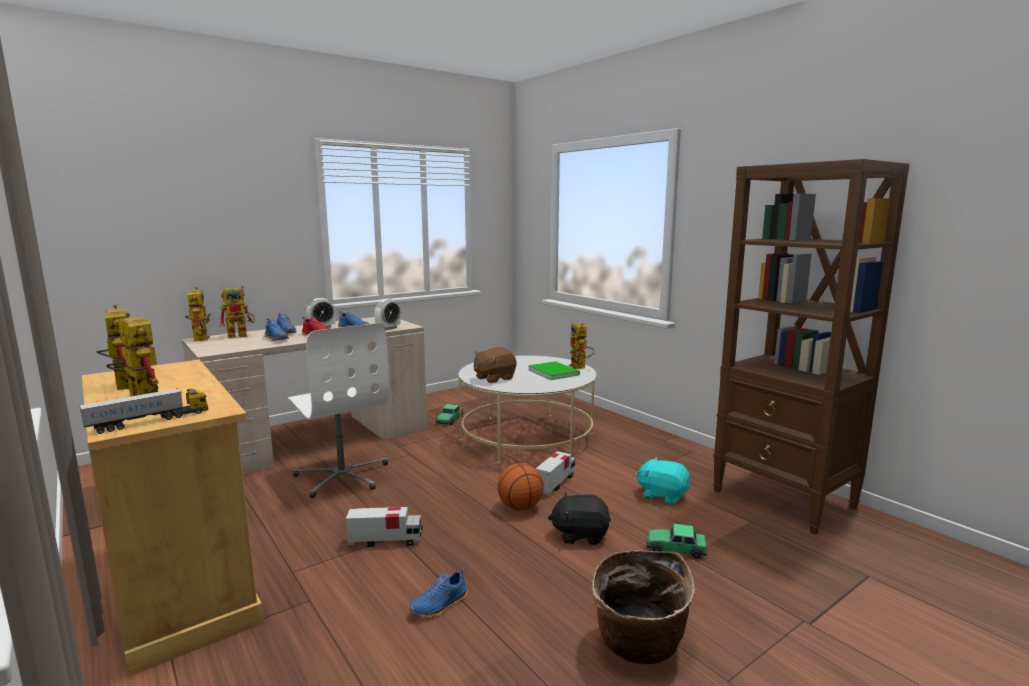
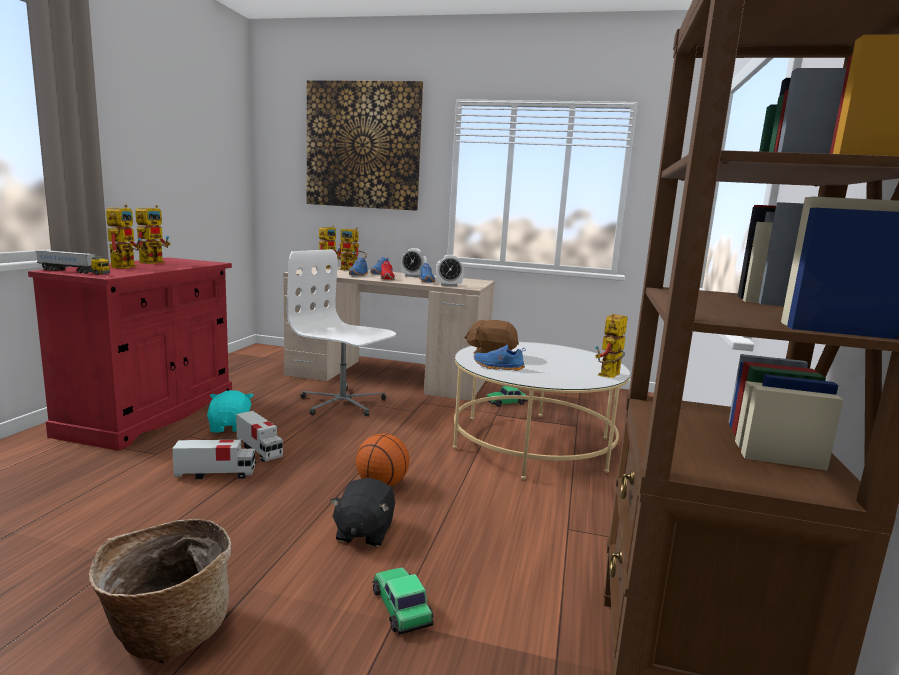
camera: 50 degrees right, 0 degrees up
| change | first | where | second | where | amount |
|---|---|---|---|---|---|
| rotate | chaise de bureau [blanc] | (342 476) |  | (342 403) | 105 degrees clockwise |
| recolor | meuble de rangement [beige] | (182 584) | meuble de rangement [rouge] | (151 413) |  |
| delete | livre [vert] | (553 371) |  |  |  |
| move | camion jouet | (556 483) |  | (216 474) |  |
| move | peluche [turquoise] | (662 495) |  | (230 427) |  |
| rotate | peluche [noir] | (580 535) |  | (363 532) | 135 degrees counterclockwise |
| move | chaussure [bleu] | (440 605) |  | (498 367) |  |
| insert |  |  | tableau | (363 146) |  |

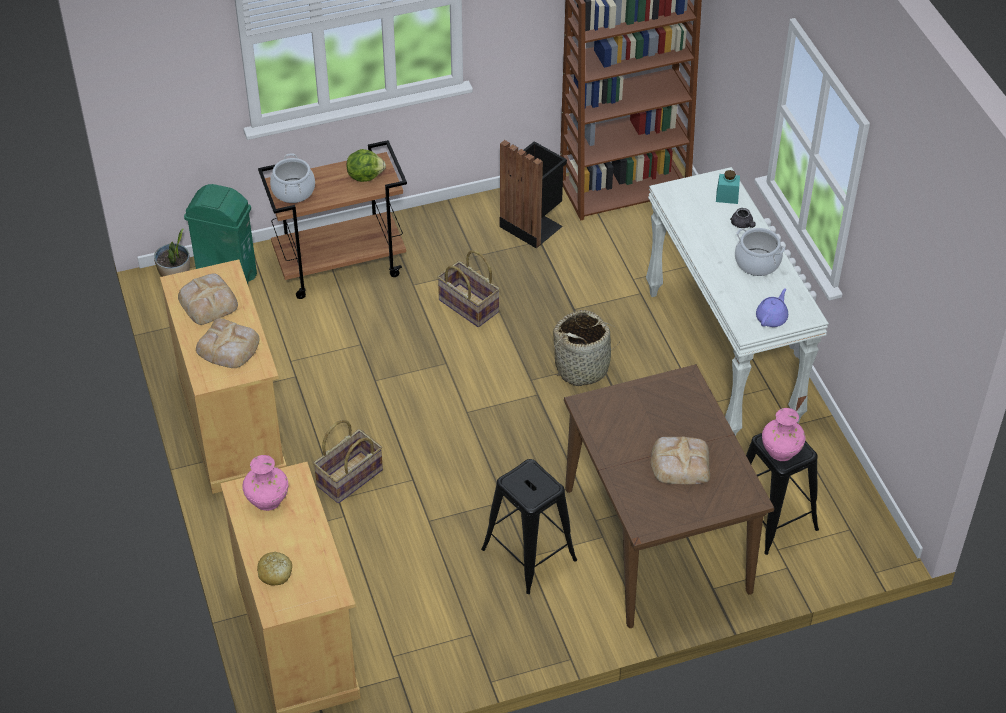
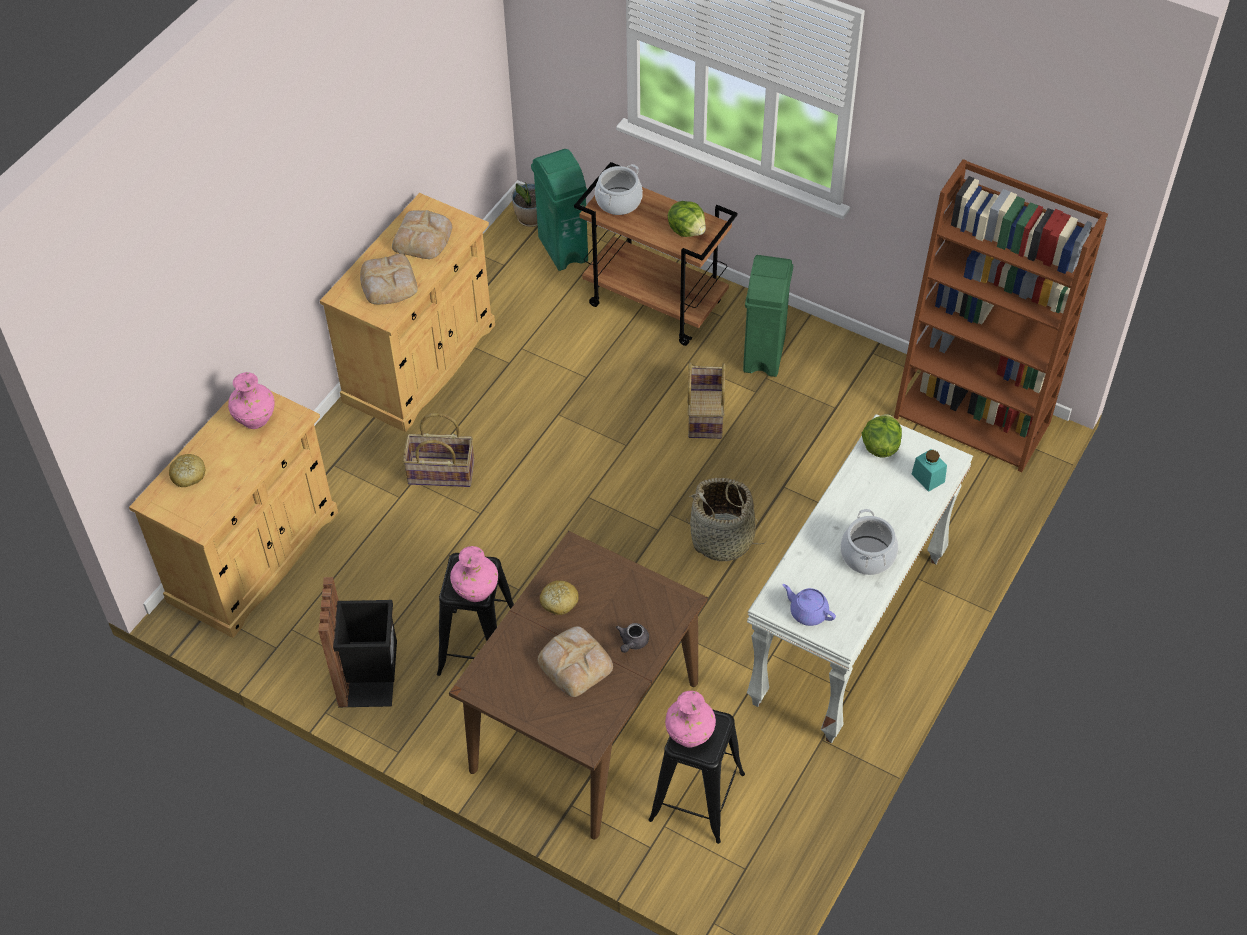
camera: 50 degrees right, 5 degrees up
| change | first | where | second | where | amount |
|---|---|---|---|---|---|
| move | poubelle [noir] | (532 224) |  | (370 679) |  |
| move | théière [gris] | (742 225) |  | (632 642) |  |
| rotate | théière [violet] | (771 318) |  | (808 612) | 135 degrees counterclockwise |
| insert |  |  | poubelle [vert] | (764 354) |  |
| insert |  |  | laitue | (880 446) |  |
| insert |  |  | vase [rose] | (475 591) |  |
| insert |  |  | pain | (559 602) |  |

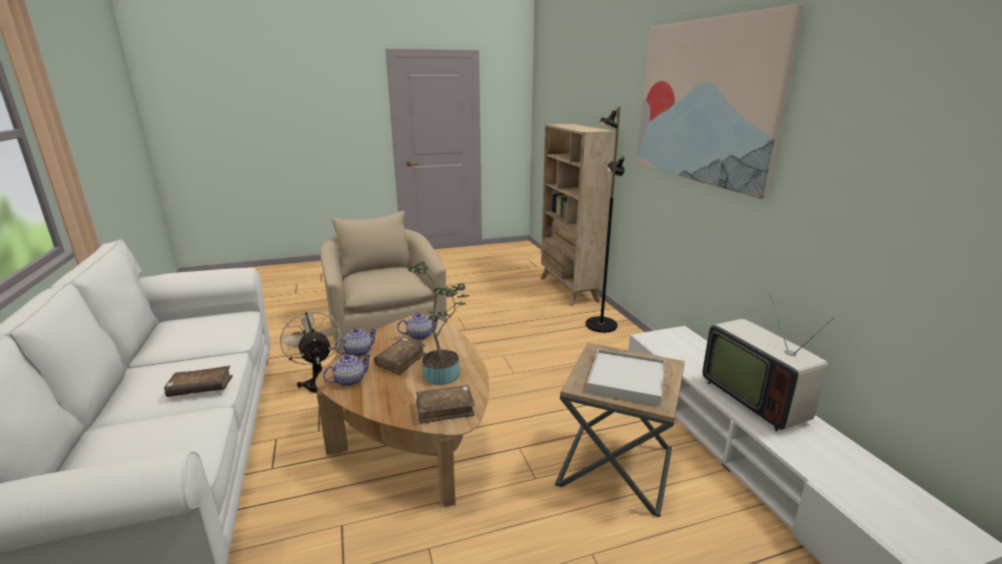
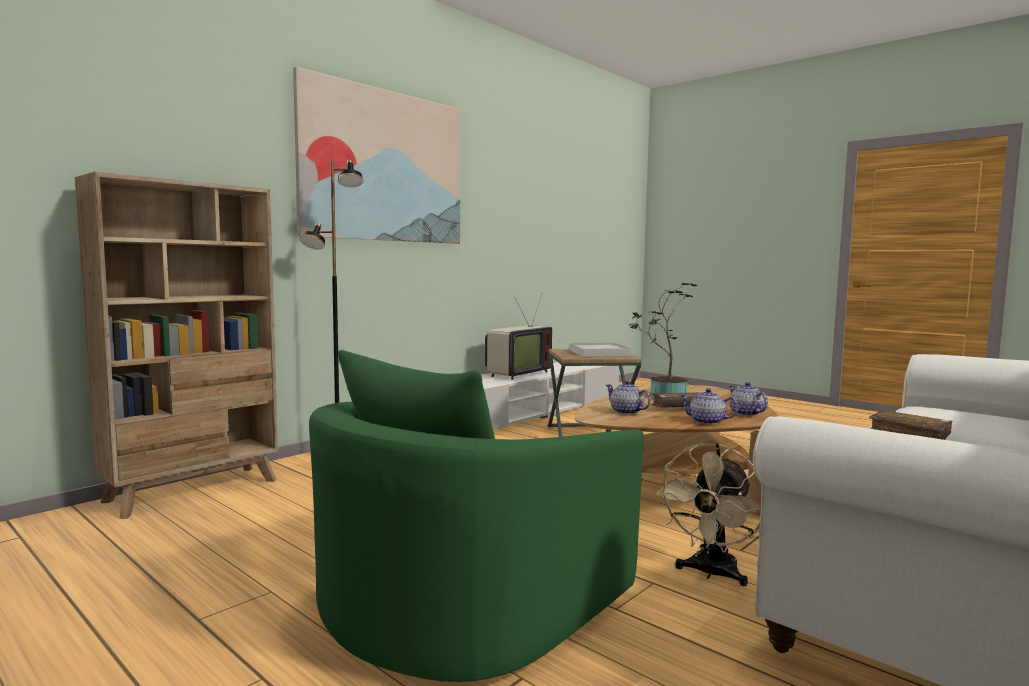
camera: 120 degrees left, 15 degrees down
| change | first | where | second | where | amount |
|---|---|---|---|---|---|
| recolor | fauteuil [beige] | (385 323) | fauteuil [vert] | (466 600) |  |
| rotate | théière | (349 380) |  | (746 413) | 45 degrees clockwise |
| delete | livre [marron] | (445 409) |  |  |  |

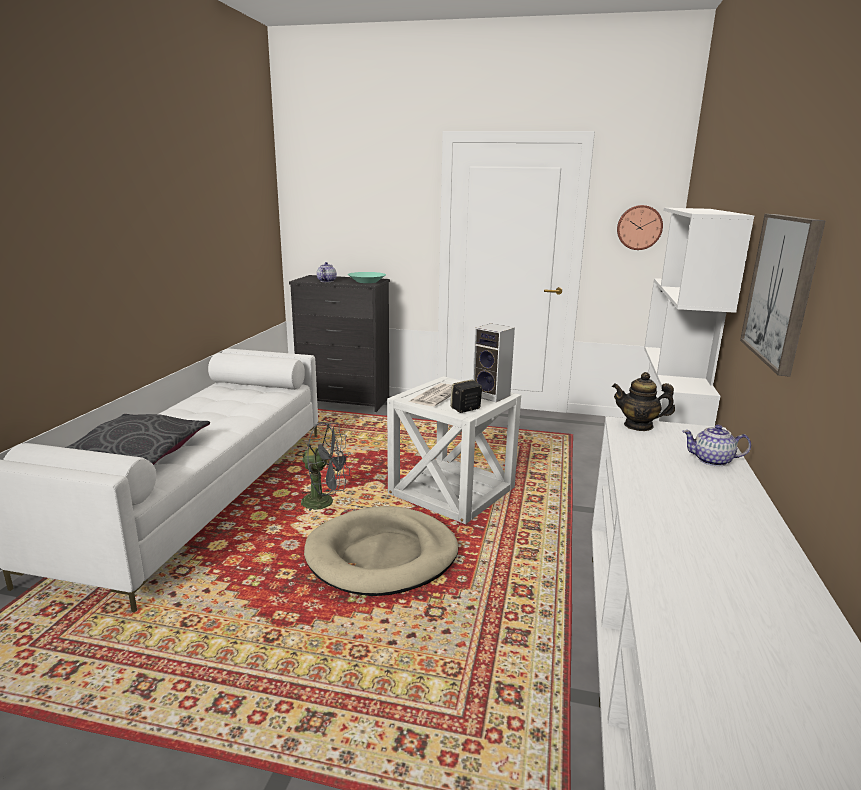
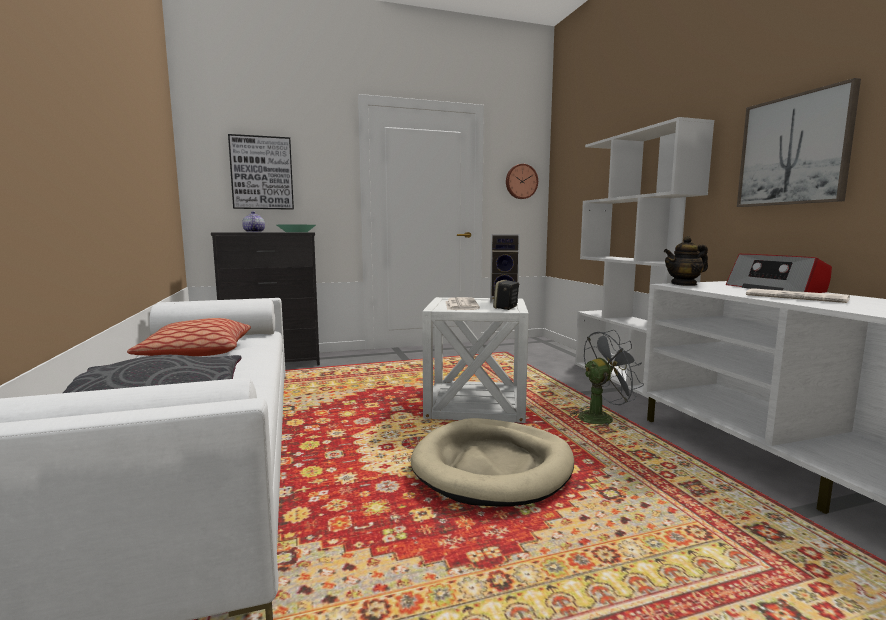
camera: 30 degrees left, 10 degrees down
| change | first | where | second | where | amount |
|---|---|---|---|---|---|
| move | ventilateur [gris] | (325 502) |  | (601 417) |  |
| replace | théière | (712 461) | radio | (775 289) |  |
| insert |  |  | tableau | (262 173) |  |
| insert |  |  | journal | (797 297) |  |
| insert |  |  | coussin | (196 353) |  |

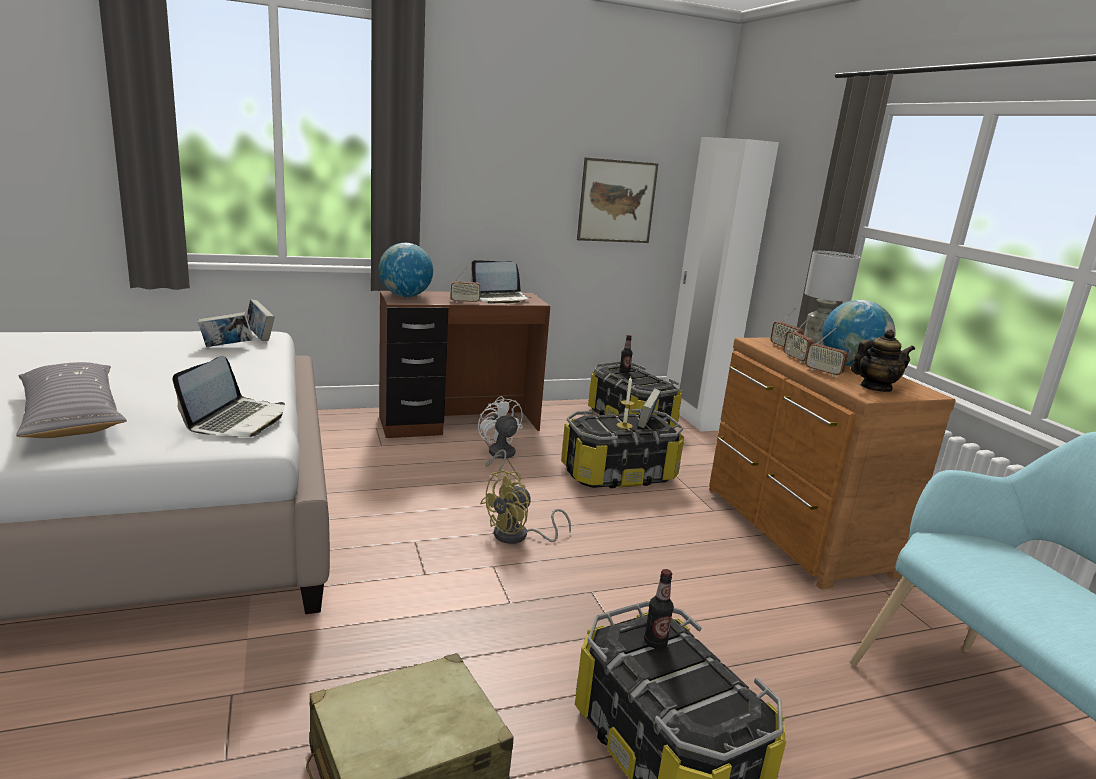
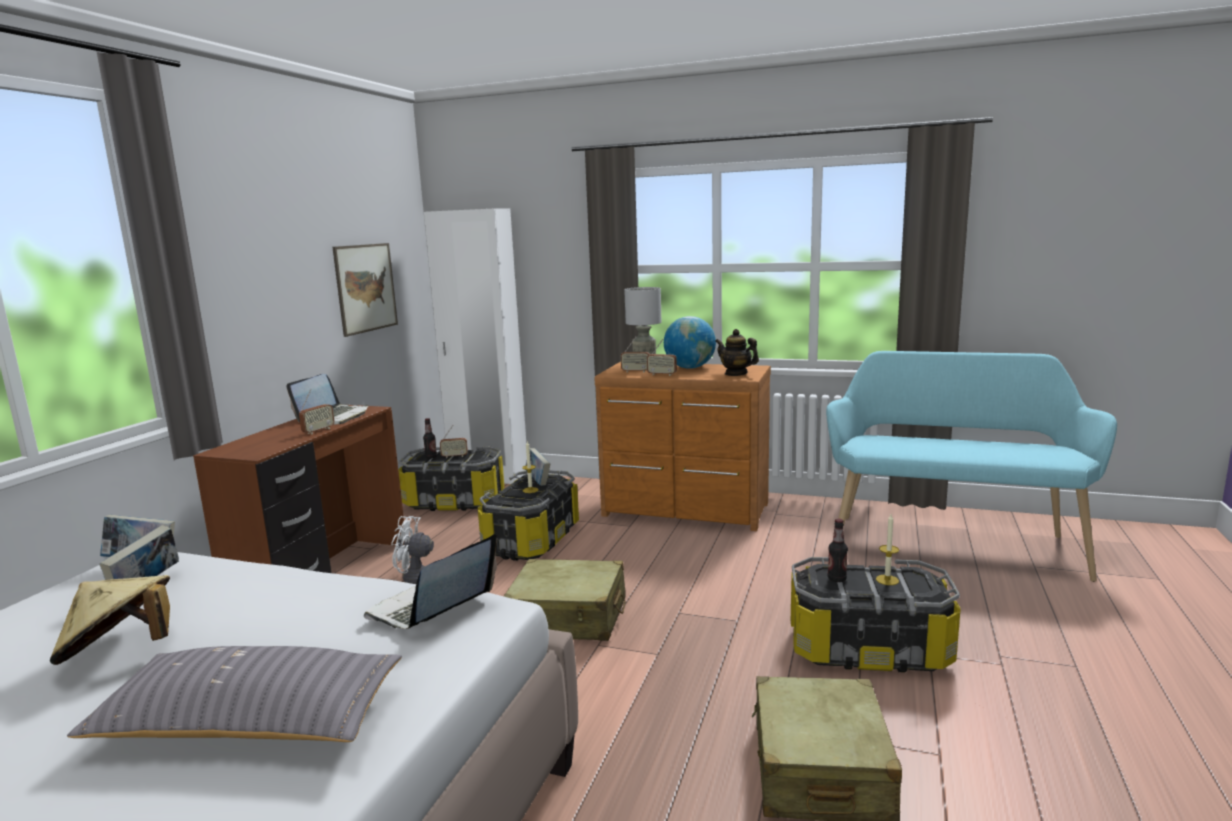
camera: 50 degrees left, 5 degrees down
| change | first | where | second | where | amount |
|---|---|---|---|---|---|
| delete | globe | (405 296) |  |  |  |
| move | radio | (823 372) |  | (454 456) |  |
| rotate | théière | (875 388) |  | (736 373) | 75 degrees counterclockwise |
| rotate | ordinateur portable | (237 420) |  | (431 609) | 105 degrees counterclockwise |
| replace | ventilateur [jaune] | (518 536) | valise [beige] | (568 617) |  |
| insert |  |  | bougie | (887 580) |  |
| insert |  |  | chapeau [beige] | (120 652) |  |

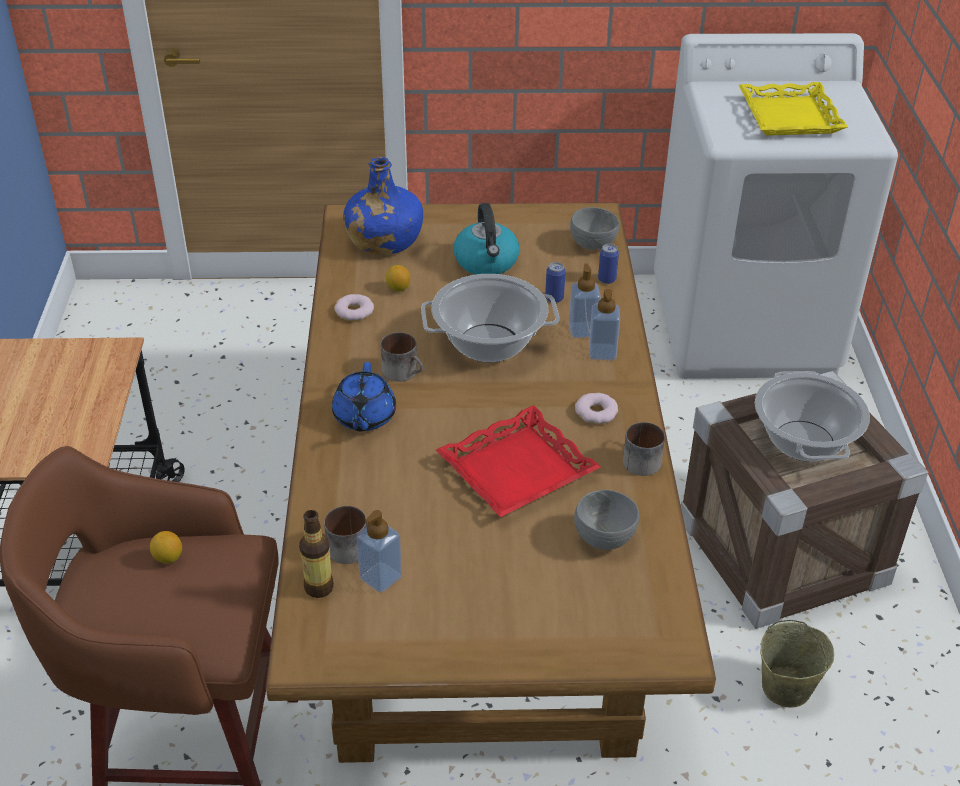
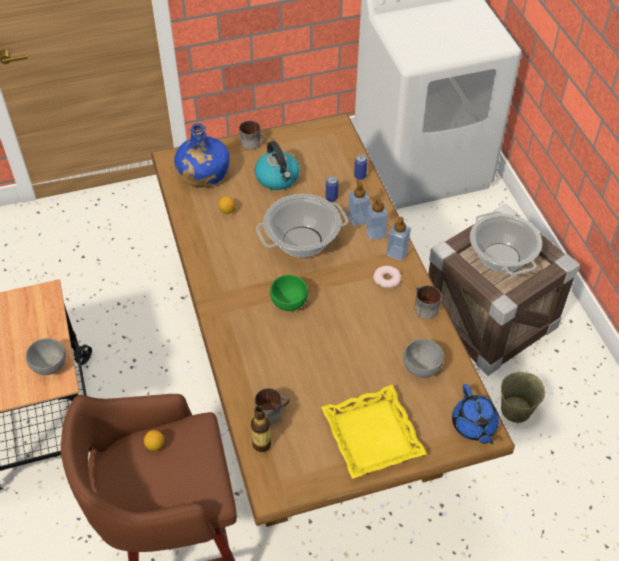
camera: 15 degrees left, 10 degrees up
| change | first | where | second | where | amount |
|---|---|---|---|---|---|
| move | plateau [jaune] | (790 117) |  | (373 435) |  |
| move | bol [gris] | (592 244) |  | (49 366) |  |
| delete | beignet | (354 311) |  |  |  |
| move | mug | (404 371) |  | (253 143) |  |
| move | théière [bleu] | (364 417) |  | (474 425) |  |
| delete | plateau [rouge] | (517 471) |  |  |  |
| move | distributeur de savon | (380 577) |  | (397 253) |  |
| insert |  |  | bol [vert] | (289 303) |  |

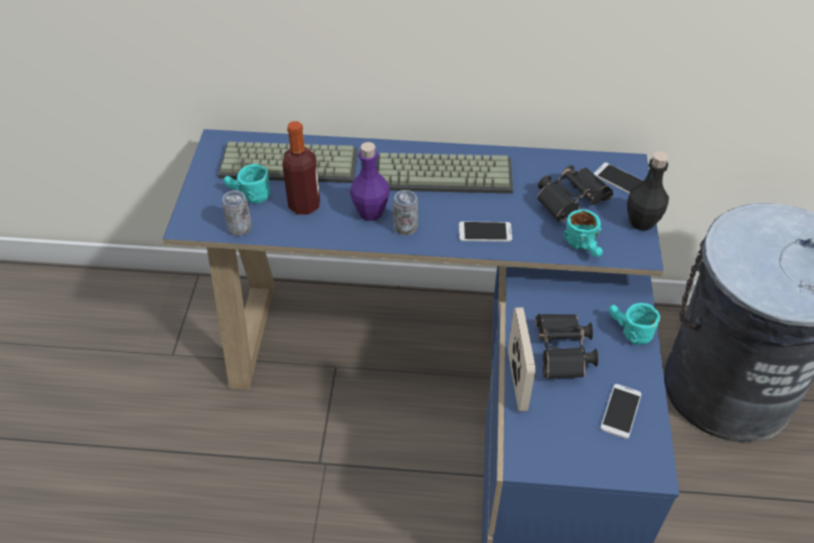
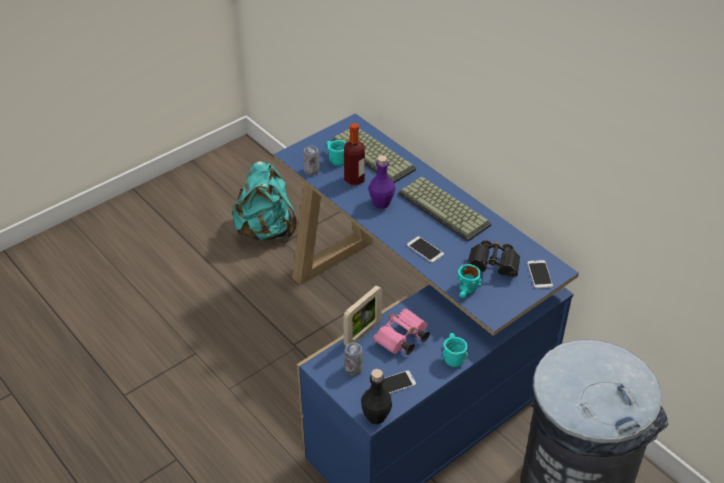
camera: 45 degrees right, 5 degrees down
| change | first | where | second | where | amount |
|---|---|---|---|---|---|
| move | bouteille [noir] | (641 222) |  | (376 416) |  |
| move | boîte métallique | (405 228) |  | (353 369) |  |
| recolor | jumelles [noir] | (562 355) | jumelles [rose] | (401 340) |  |
| insert |  |  | sac à dos [turquoise] | (266 230) |  |

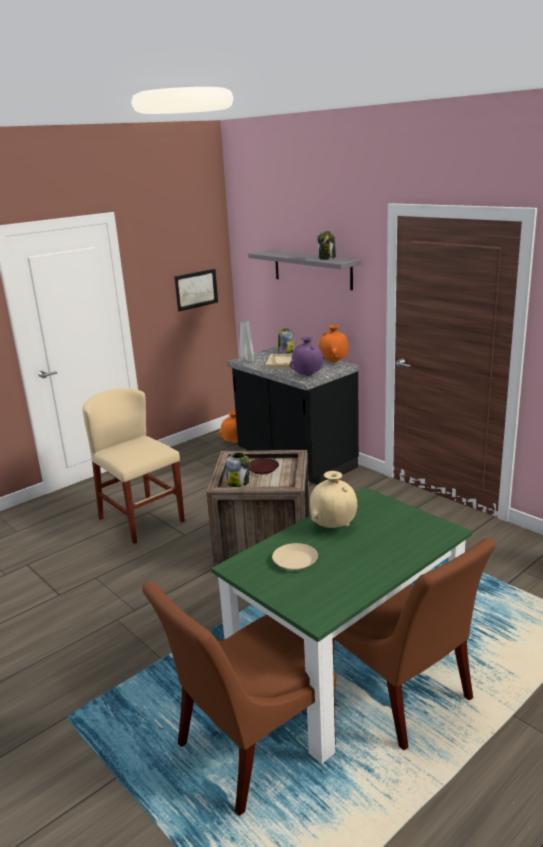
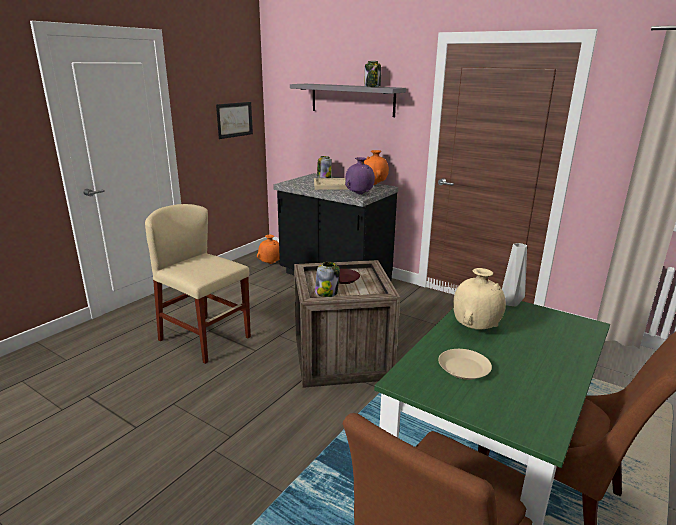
camera: 15 degrees left, 0 degrees up
| change | first | where | second | where | amount |
|---|---|---|---|---|---|
| move | vase [gris] | (247 360) |  | (510 302) |  |

